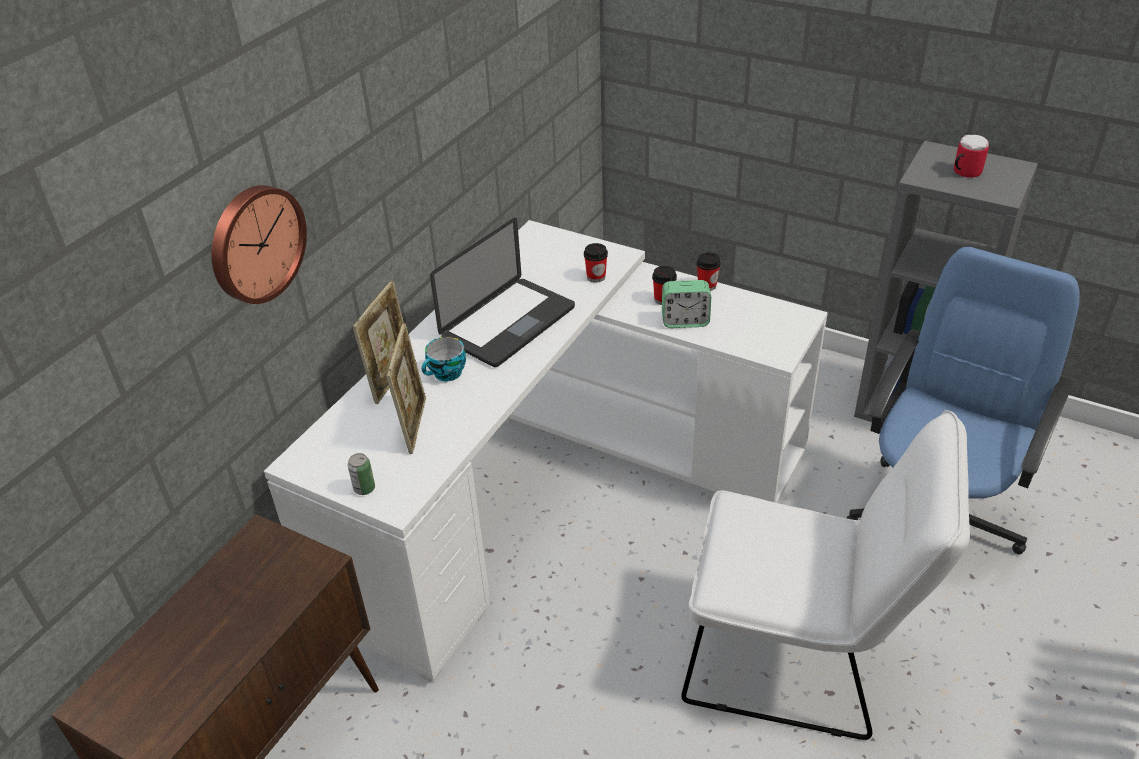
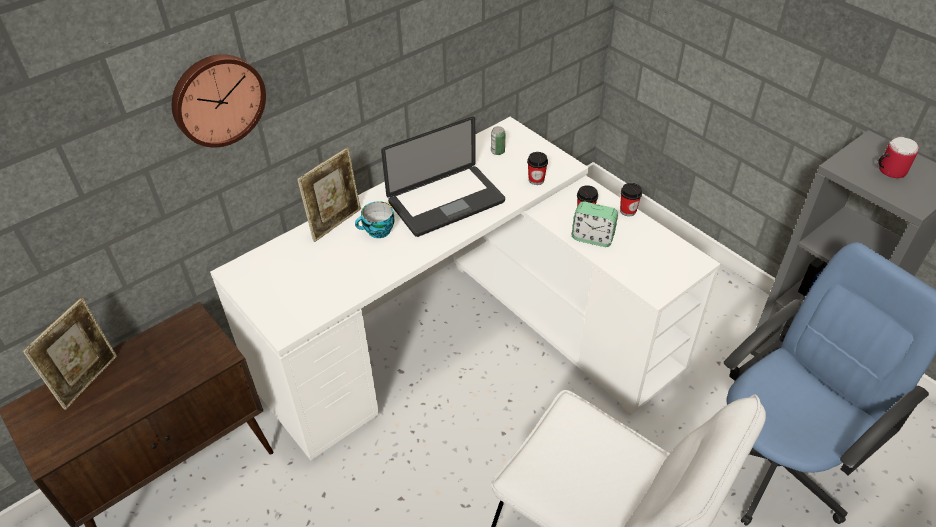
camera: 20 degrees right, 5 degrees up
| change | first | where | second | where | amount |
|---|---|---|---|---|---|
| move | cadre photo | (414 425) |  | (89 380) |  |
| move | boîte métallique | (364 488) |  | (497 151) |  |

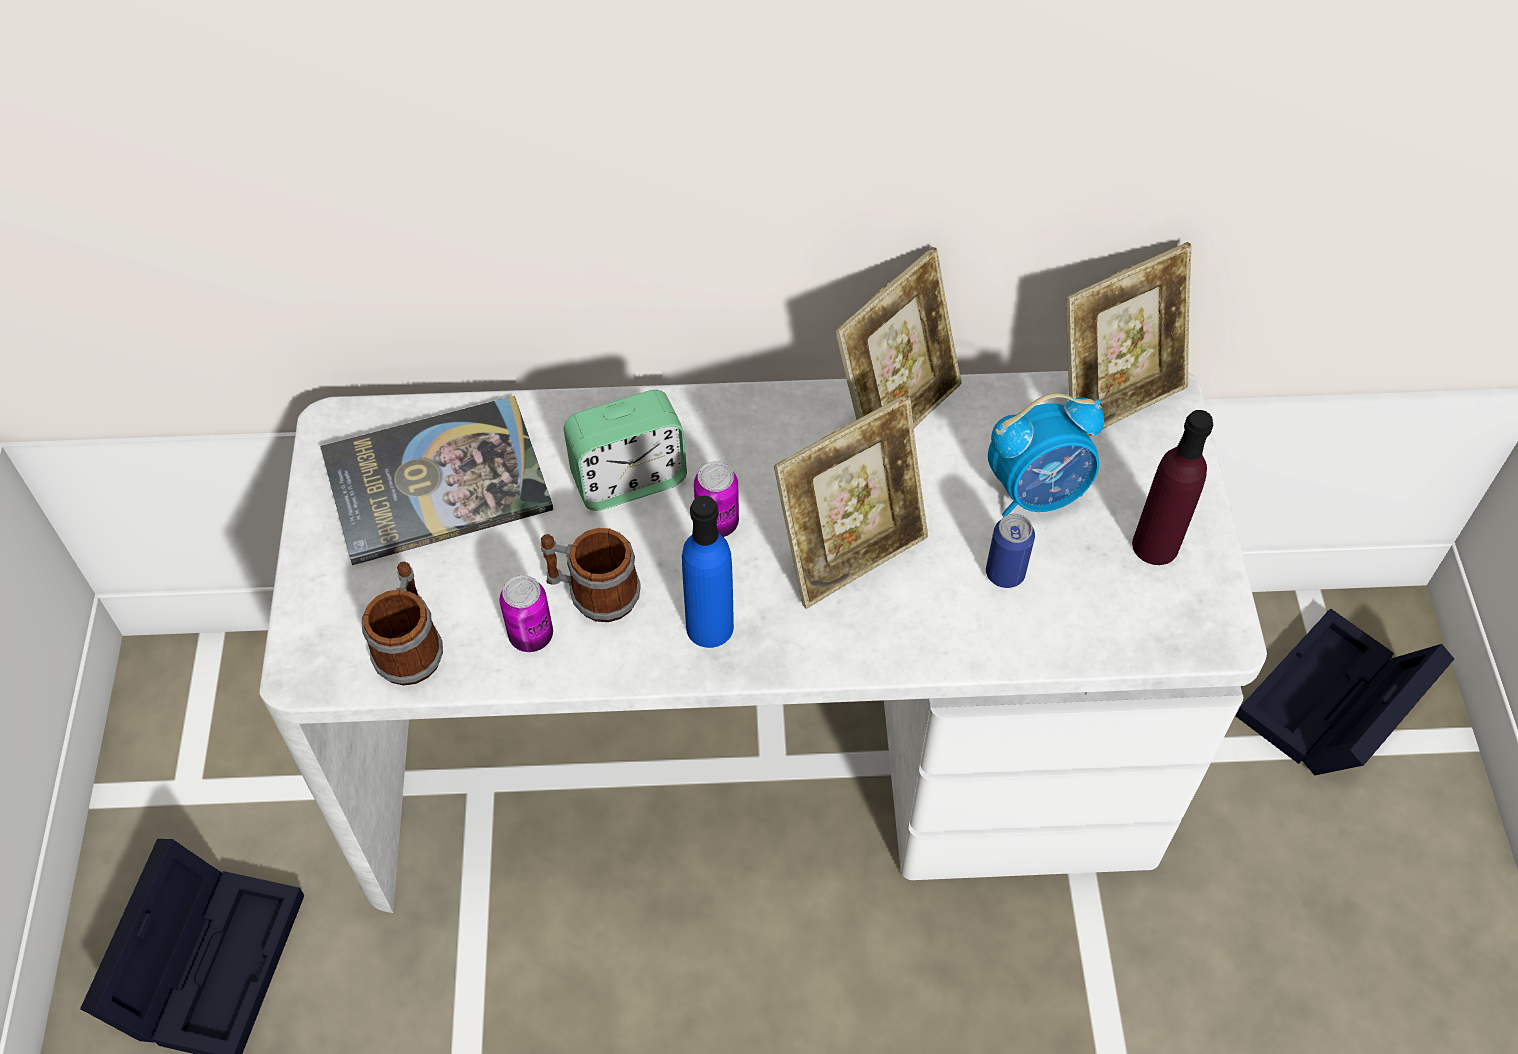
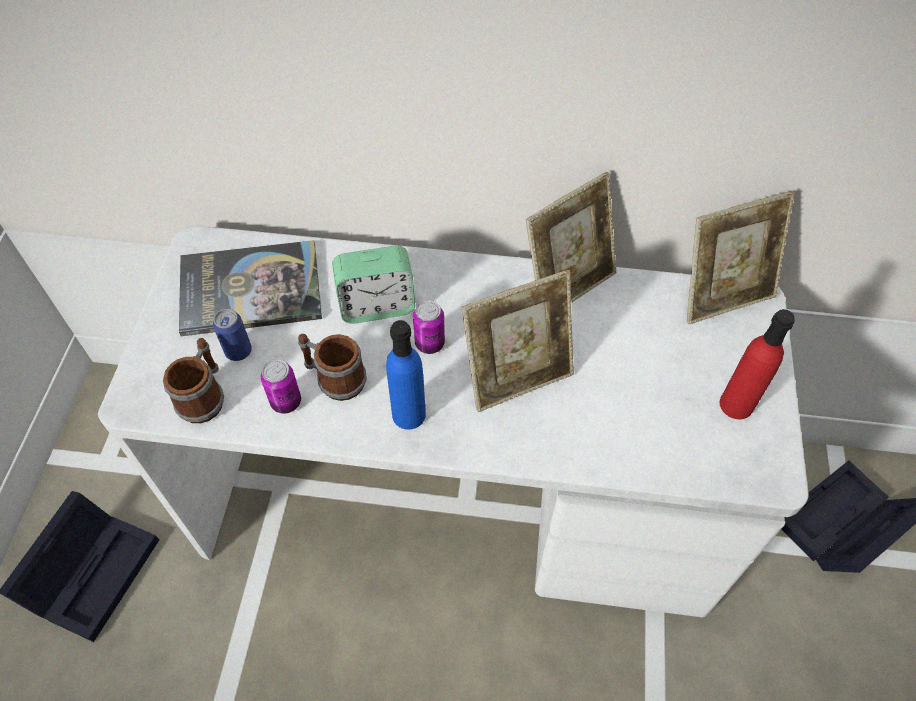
camera: 10 degrees right, 0 degrees up
| change | first | where | second | where | amount |
|---|---|---|---|---|---|
| delete | réveil | (1037 492) |  |  |  |
| recolor | bouteille [violet] | (1155 545) | bouteille [rouge] | (736 405) |  |
| move | boîte métallique | (1005 574) |  | (238 351) |  |

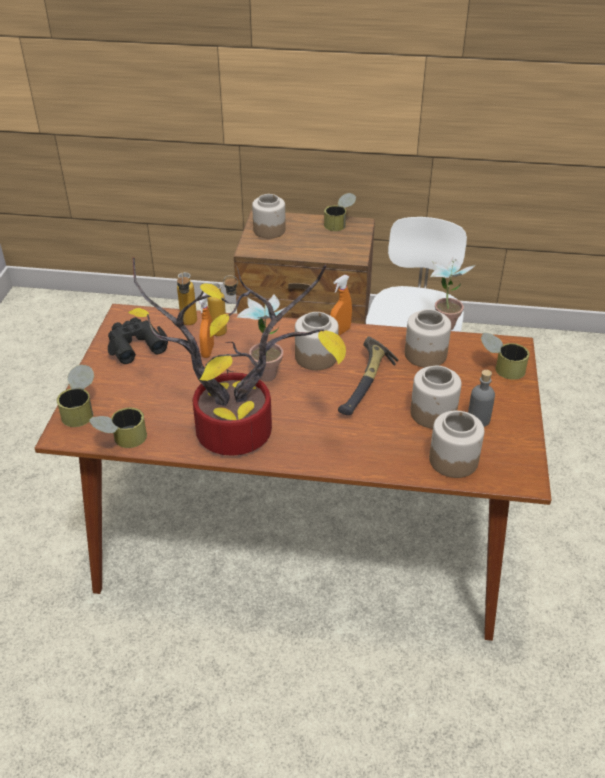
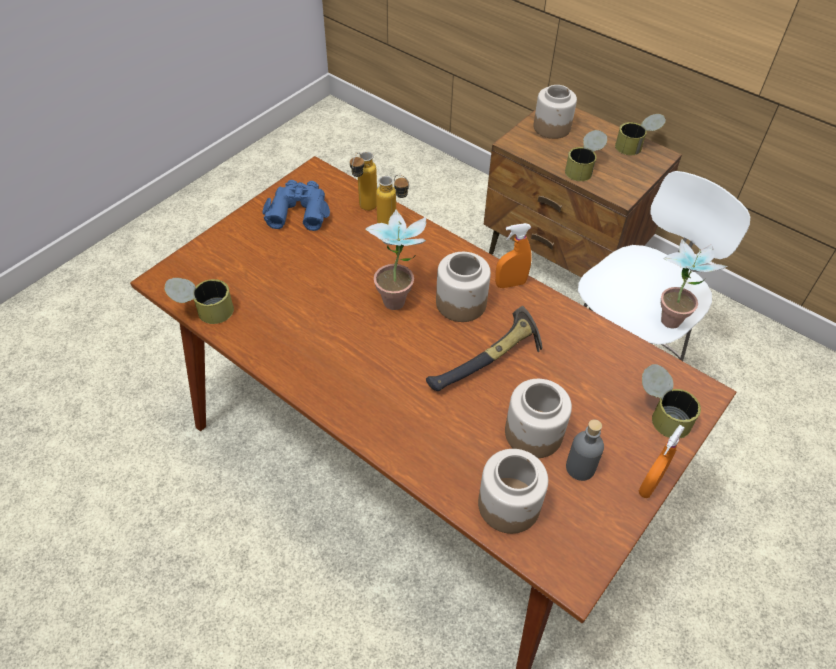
camera: 30 degrees right, 10 degrees up
| change | first | where | second | where | amount |
|---|---|---|---|---|---|
| delete | plante en pot | (240 428) |  |  |  |
| move | vaporisateur [orange] | (207 351) |  | (650 485) |  |
| delete | bocal | (425 354) |  |  |  |
| recolor | jumelles [noir] | (135 344) | jumelles [bleu] | (298 210) |  |
| move | boîte métallique | (81 409) |  | (583 168) |  |

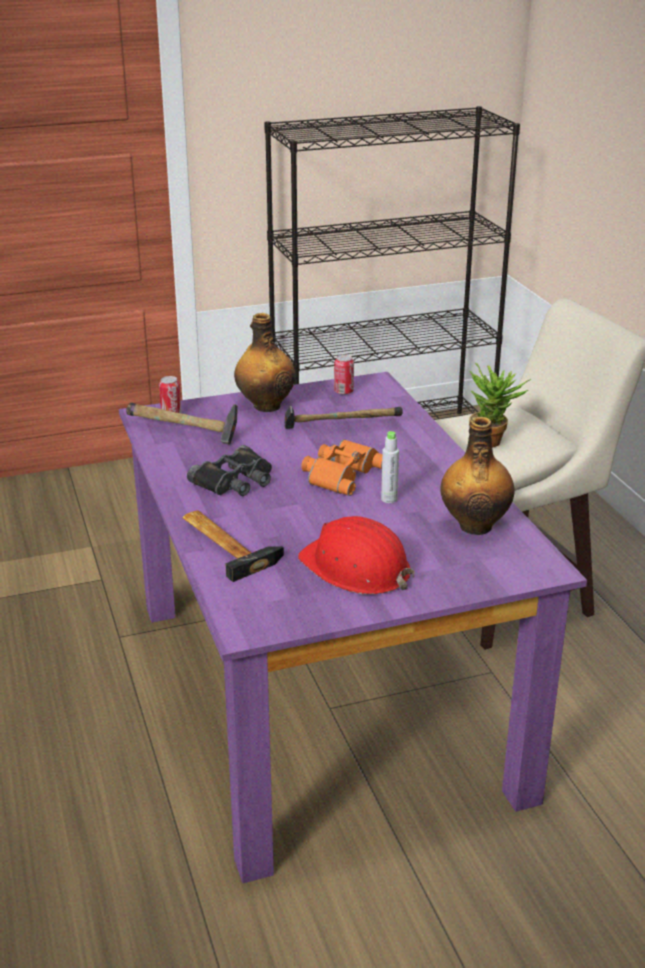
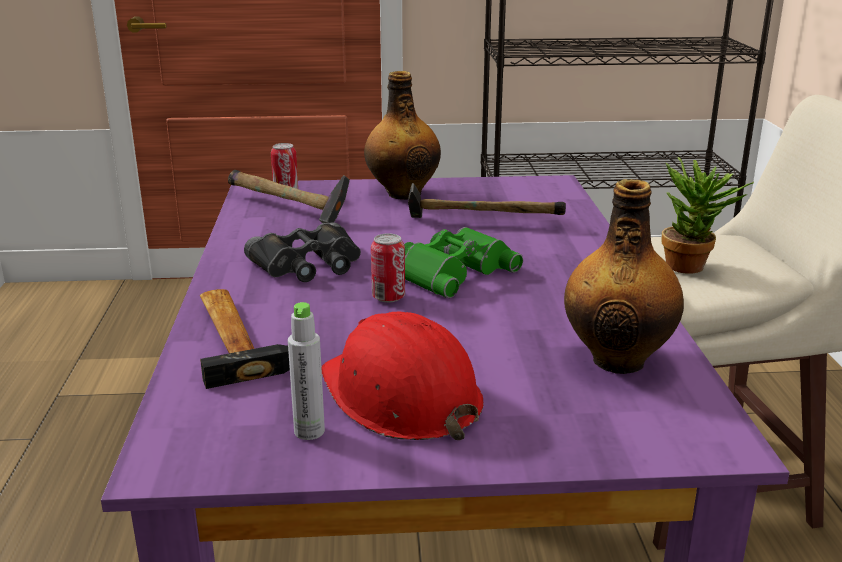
camera: 15 degrees right, 5 degrees down
| change | first | where | second | where | amount |
|---|---|---|---|---|---|
| move | boîte métallique | (343 392) |  | (388 297) |  |
| move | bouteille [gris] | (389 499) |  | (309 431) |  |
| recolor | jumelles [orange] | (340 473) | jumelles [vert] | (452 271) |  |

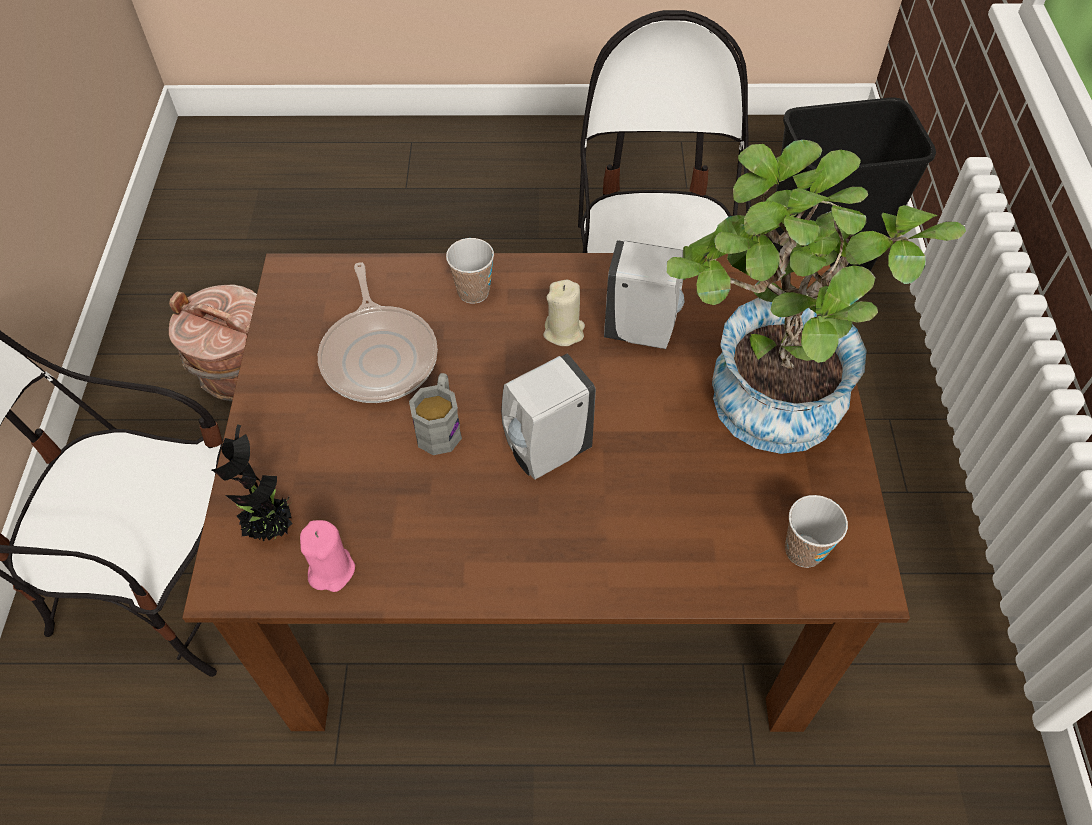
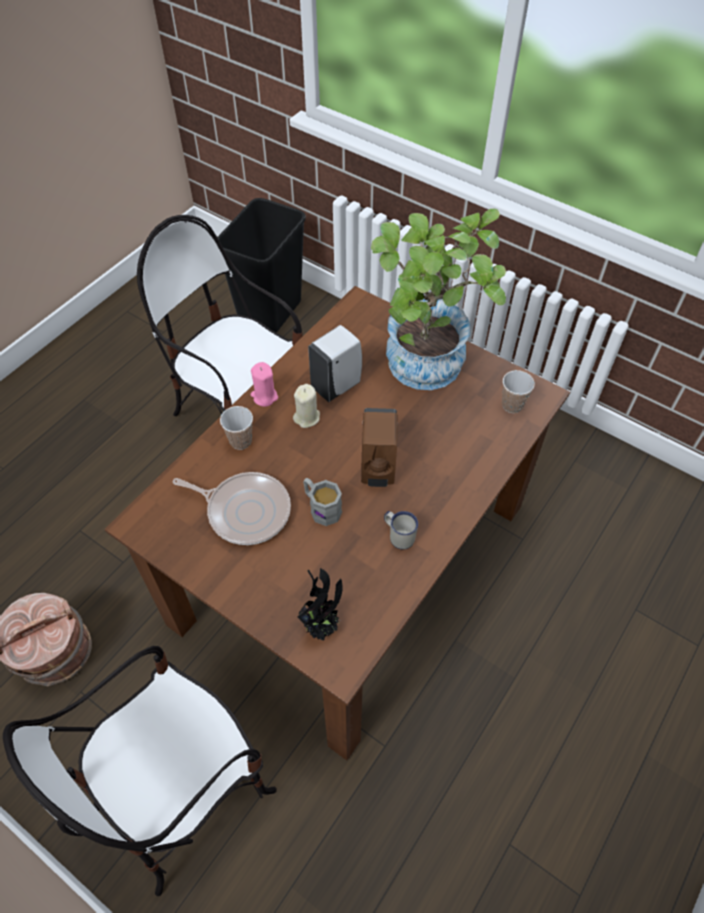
camera: 55 degrees left, 0 degrees up
| change | first | where | second | where | amount |
|---|---|---|---|---|---|
| recolor | distributeur de savon [blanc] | (545 452) | distributeur de savon [marron] | (377 471) |  |
| move | bougie [rose] | (331 570) |  | (264 396) |  |
| insert |  |  | mug [blanc] | (399 535) |  |

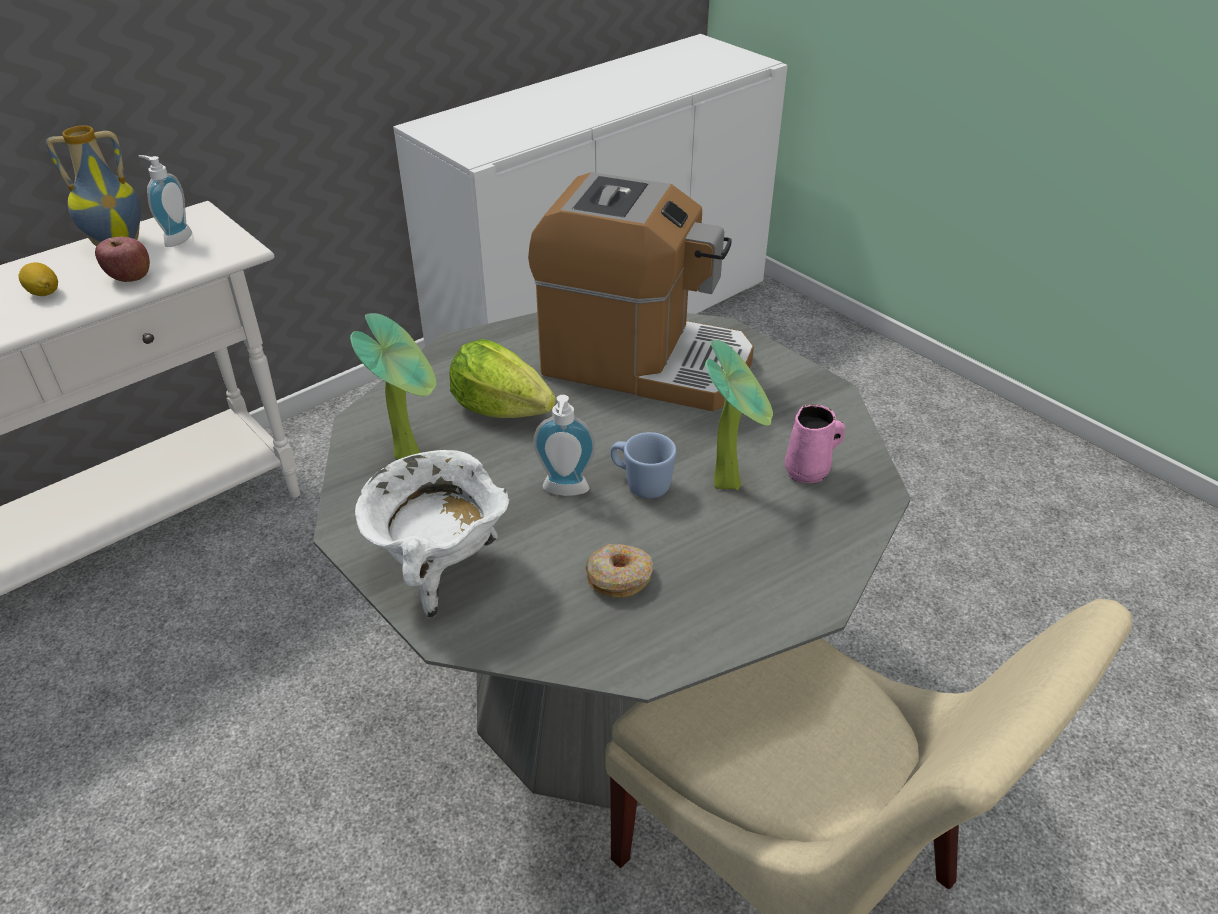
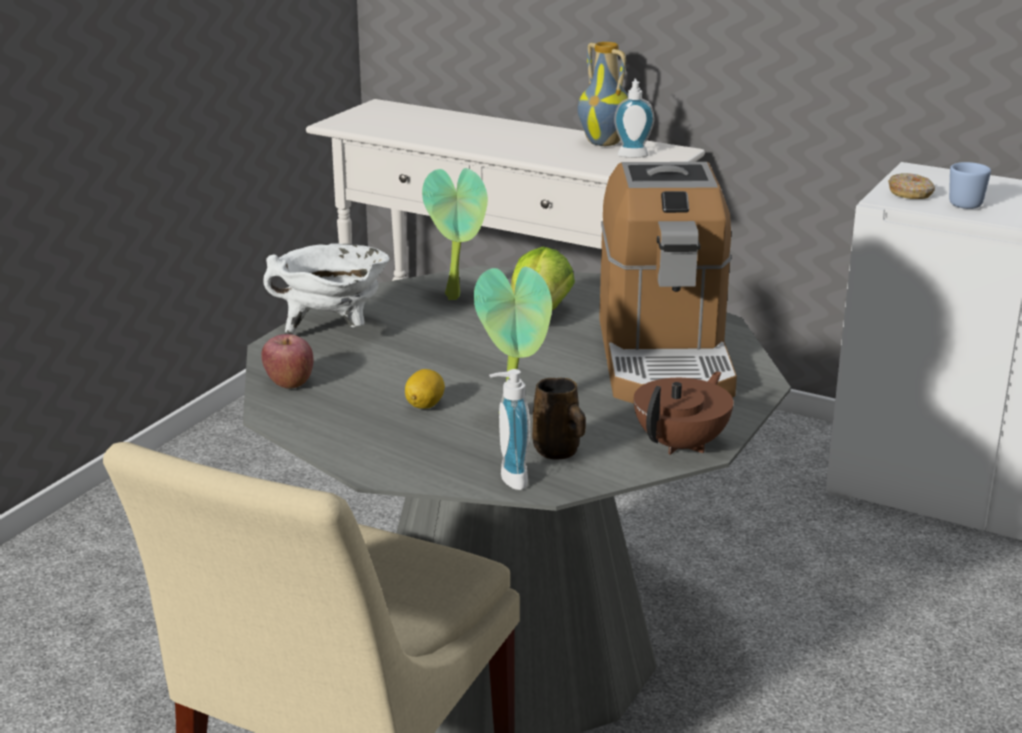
camera: 70 degrees right, 15 degrees down
| change | first | where | second | where | amount |
|---|---|---|---|---|---|
| move | pomme | (129 277) |  | (289 382) |  |
| move | citron | (44 293) |  | (425 405) |  |
| move | distributeur de savon | (565 492) |  | (508 479) |  |
| recolor | mug [rose] | (809 471) | mug [marron] | (558 451) |  |
| move | mug [bleu] | (641 484) |  | (965 203) |  |
| move | beignet | (619 577) |  | (911 194) |  |
| insert |  |  | théière [marron] | (682 444) |  |

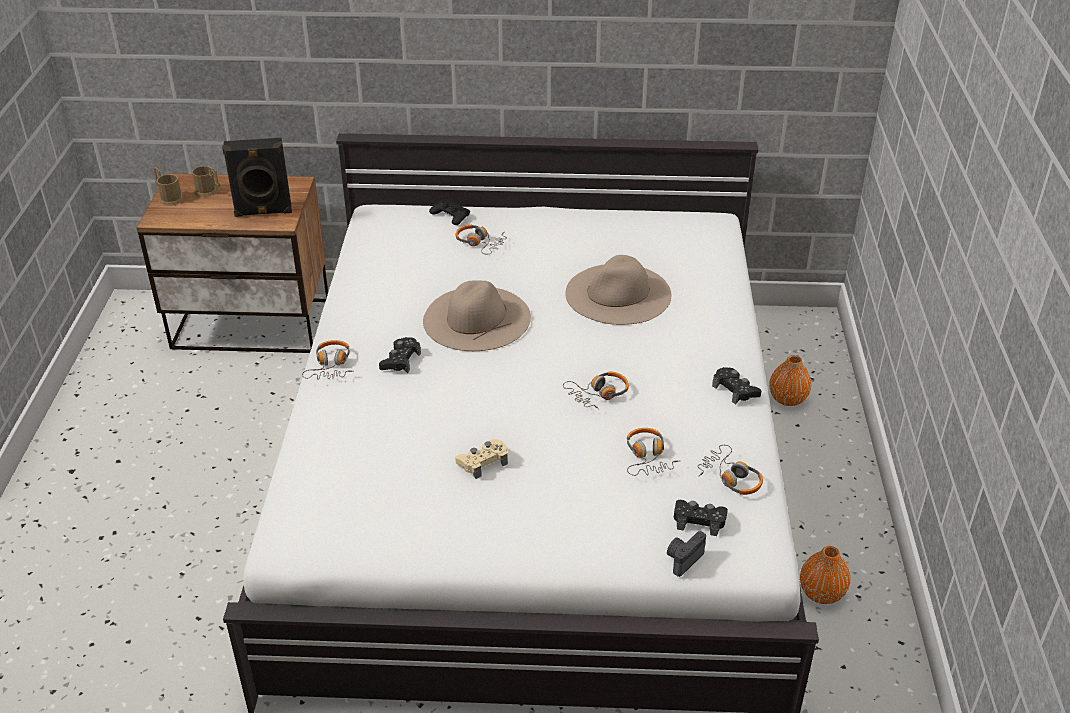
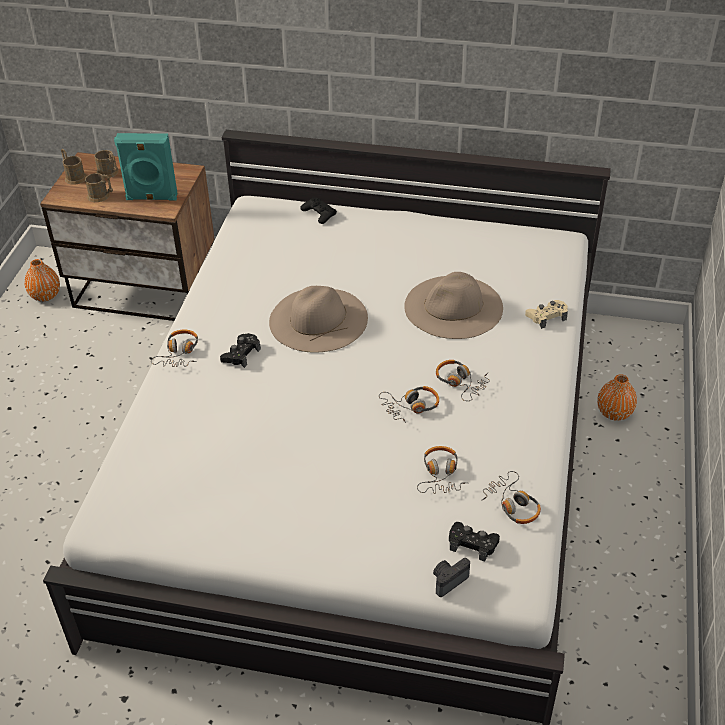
camera: 10 degrees right, 5 degrees up
| change | first | where | second | where | amount |
|---|---|---|---|---|---|
| recolor | enceinte [noir] | (263 212) | enceinte [turquoise] | (151 198) |  |
| move | casque audio | (479 243) |  | (460 383) |  |
| delete | manette [noir] | (735 390) |  |  |  |
| move | manette [beige] | (483 462) |  | (546 317) |  |
| move | vase [orange] | (821 593) |  | (45 295) |  |
| insert |  |  | mug [marron] | (101 196) |  |

